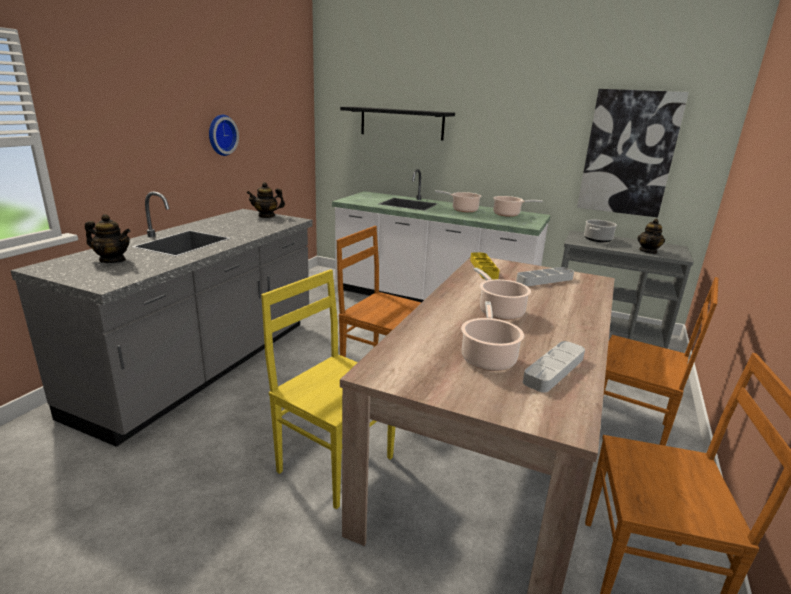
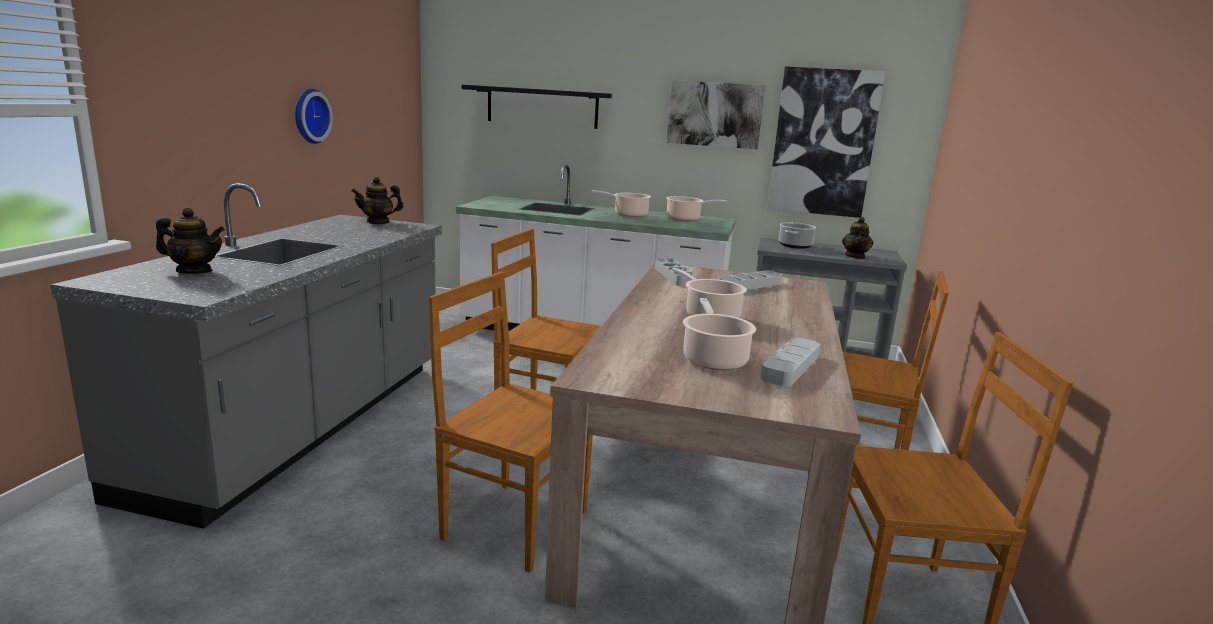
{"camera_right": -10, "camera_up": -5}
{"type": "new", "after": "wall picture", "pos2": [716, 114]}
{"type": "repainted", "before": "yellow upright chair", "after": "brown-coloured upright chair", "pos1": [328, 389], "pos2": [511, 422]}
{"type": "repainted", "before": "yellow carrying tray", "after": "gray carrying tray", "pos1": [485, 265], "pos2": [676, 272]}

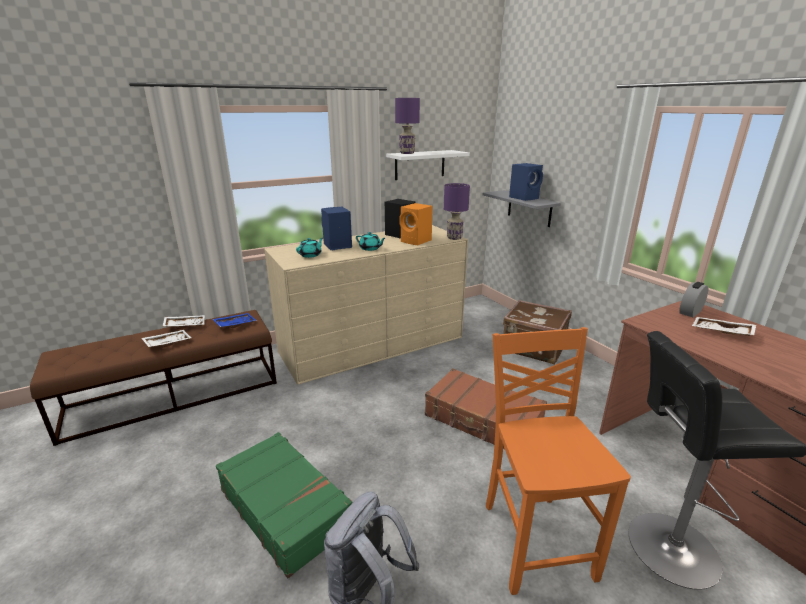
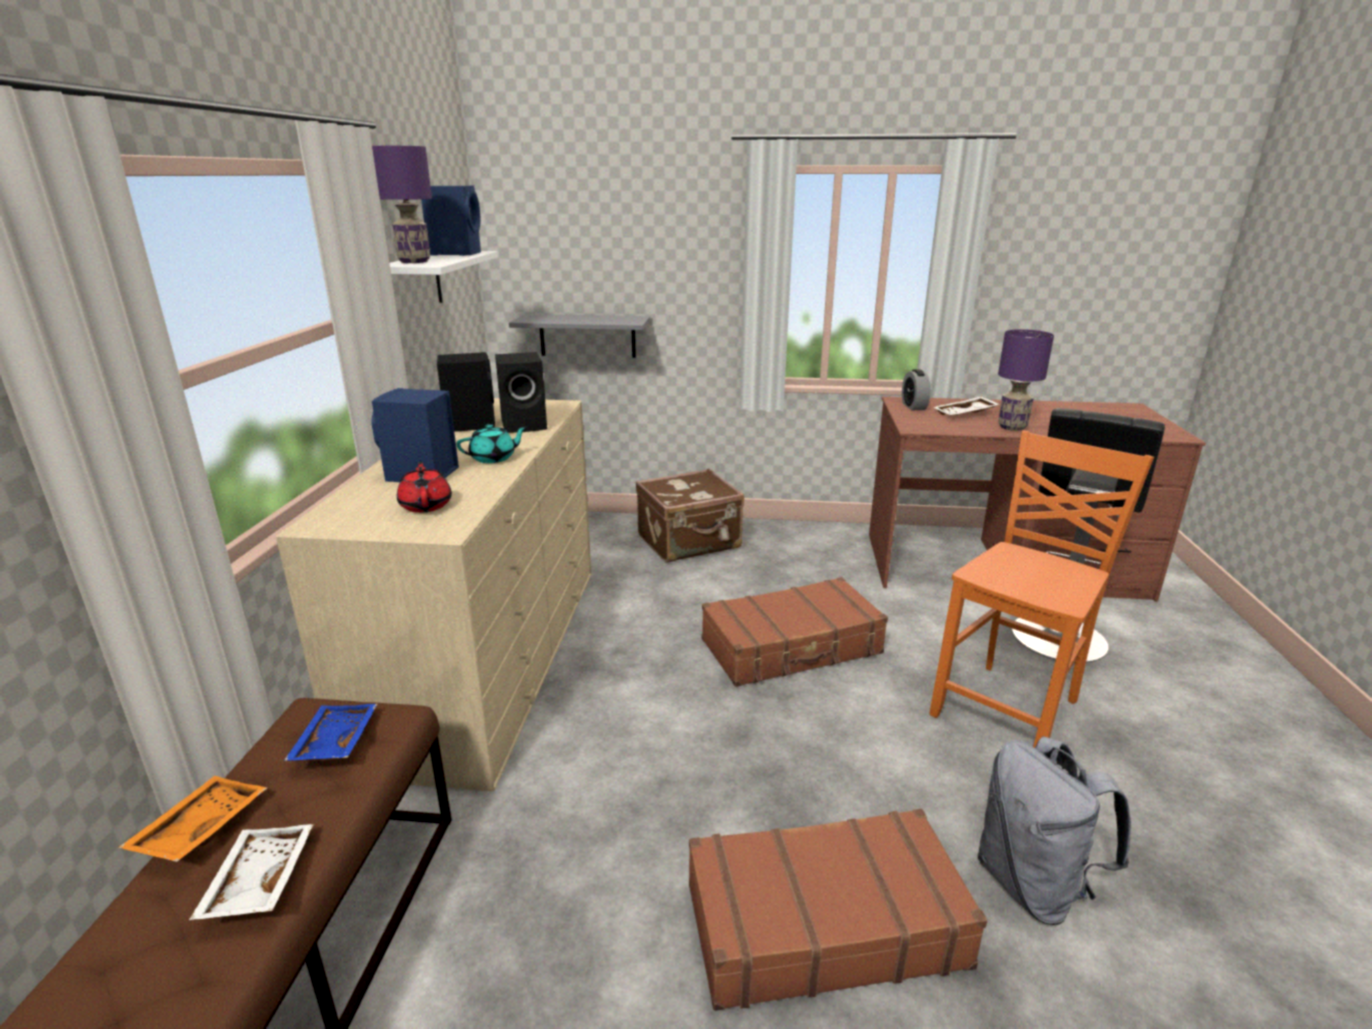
{"camera_right": -55, "camera_up": 0}
{"type": "shifted", "before": "purple lamp for a table", "pos1": [457, 211], "pos2": [1026, 380]}
{"type": "shifted", "before": "blue-coloured loudspeaker", "pos1": [526, 182], "pos2": [451, 221]}
{"type": "repainted", "before": "white carrying tray", "after": "orange carrying tray", "pos1": [184, 322], "pos2": [192, 819]}
{"type": "repainted", "before": "green suitcase", "after": "brown-coloured suitcase", "pos1": [284, 505], "pos2": [838, 910]}
{"type": "repainted", "before": "turquoise tea pot", "after": "reddish tea pot", "pos1": [309, 248], "pos2": [424, 487]}
{"type": "repainted", "before": "orange loudspeaker", "after": "black-coloured loudspeaker", "pos1": [416, 224], "pos2": [521, 392]}
{"type": "rotated", "before": "orange upright chair", "pos1": [558, 461], "pos2": [1042, 589], "turn": 105}

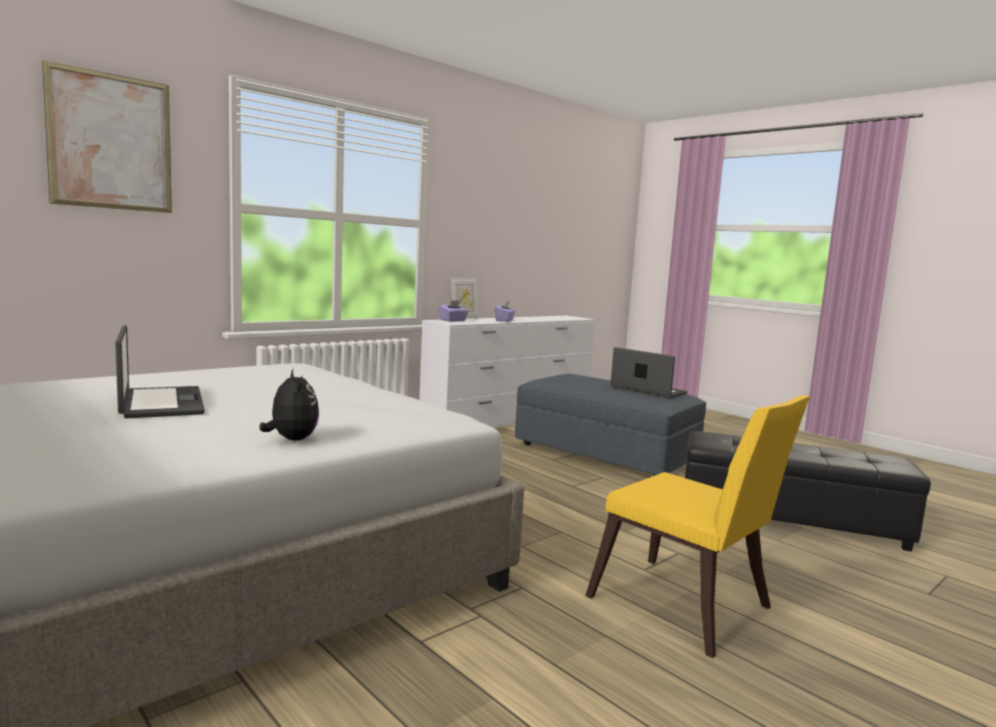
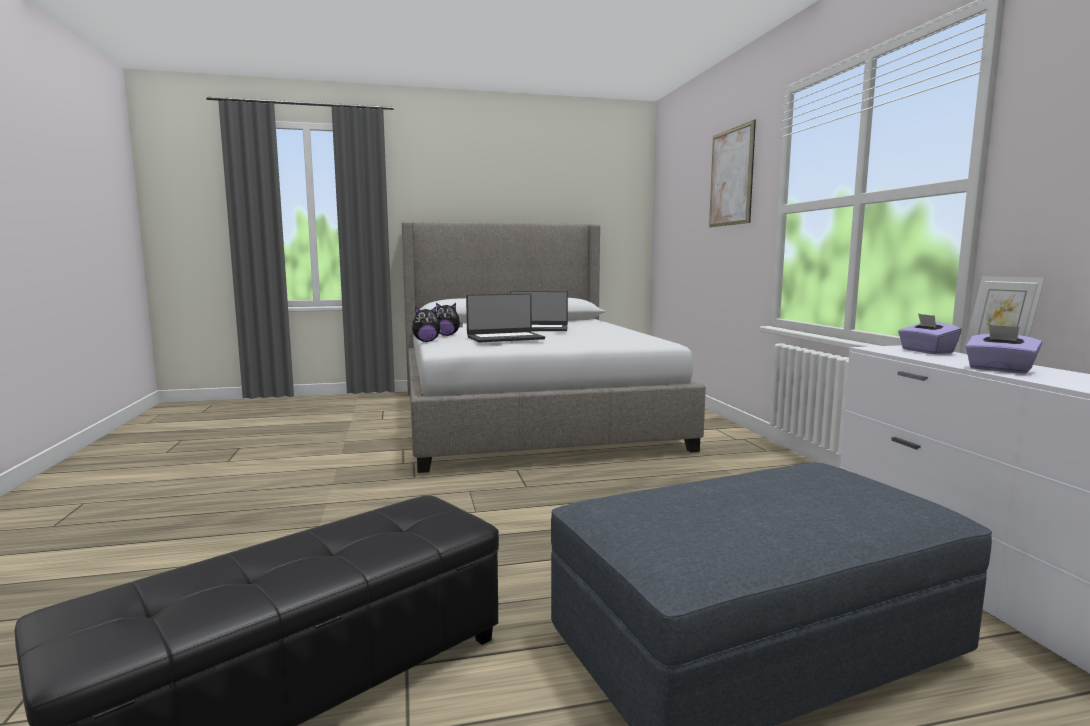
{"camera_right": 120, "camera_up": 0}
{"type": "gone", "before": "yellow upright chair", "pos1": [697, 526]}
{"type": "new", "after": "cuddly toy", "pos2": [426, 324]}
{"type": "shifted", "before": "portable computer", "pos1": [649, 372], "pos2": [505, 317]}

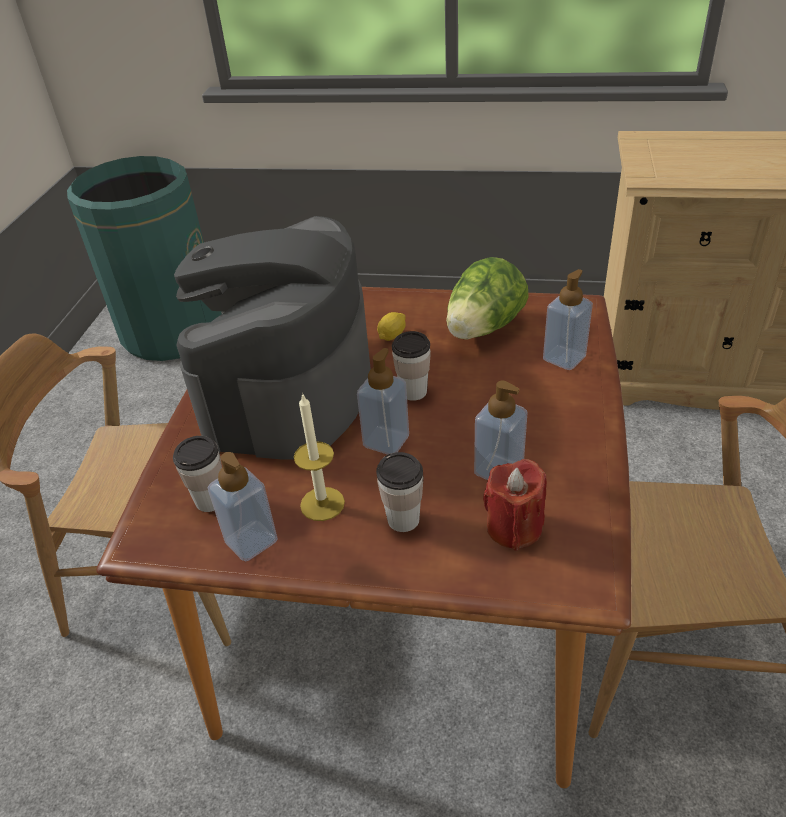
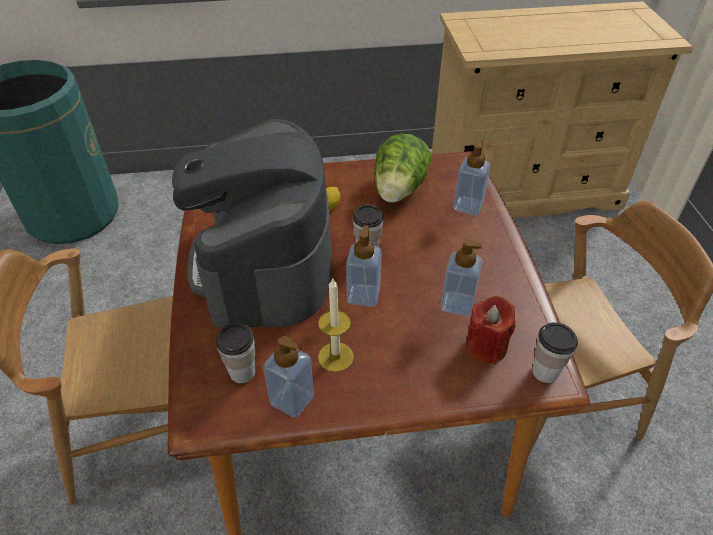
{"camera_right": -20, "camera_up": 5}
{"type": "shifted", "before": "cup", "pos1": [399, 492], "pos2": [555, 352]}

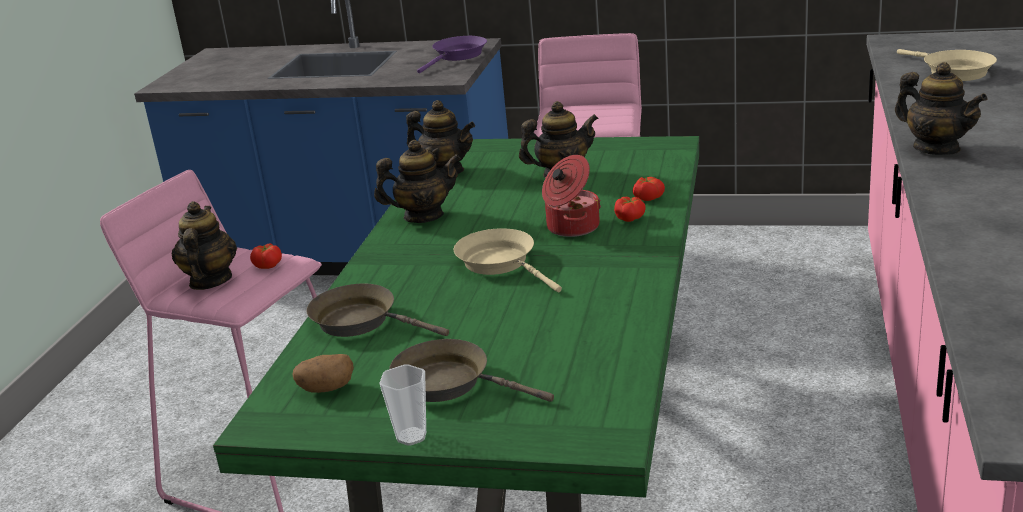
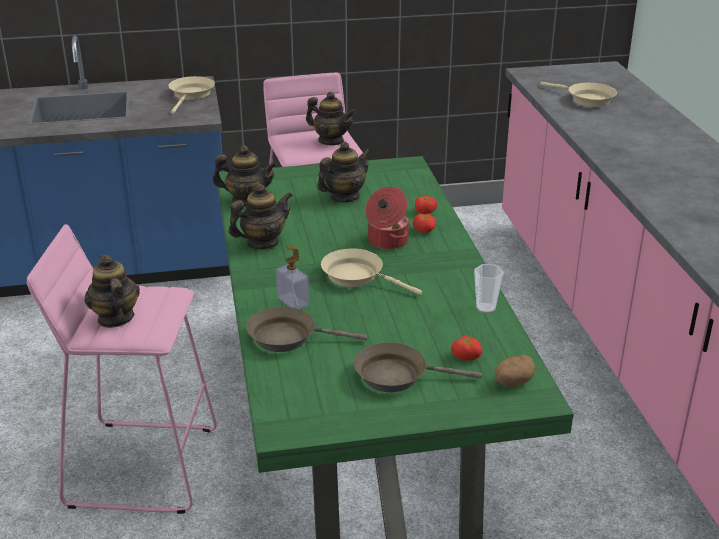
{"camera_right": -25, "camera_up": 5}
{"type": "new", "after": "liquid soap bottle", "pos2": [292, 277]}
{"type": "shifted", "before": "whole tomato", "pos1": [266, 256], "pos2": [467, 348]}
{"type": "shifted", "before": "whole potato", "pos1": [323, 373], "pos2": [514, 371]}
{"type": "shifted", "before": "cup", "pos1": [402, 404], "pos2": [489, 288]}
{"type": "shifted", "before": "tea pot", "pos1": [941, 108], "pos2": [331, 118]}
{"type": "repainted", "before": "purple pan", "after": "beige pan", "pos1": [452, 54], "pos2": [191, 95]}

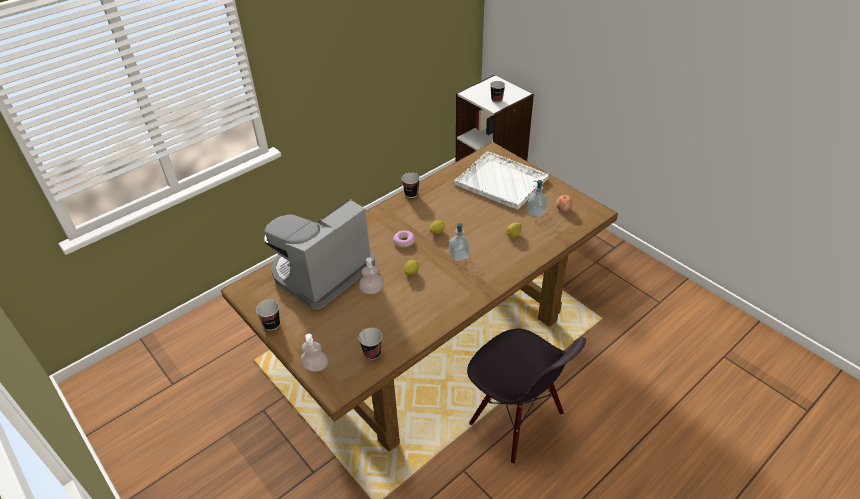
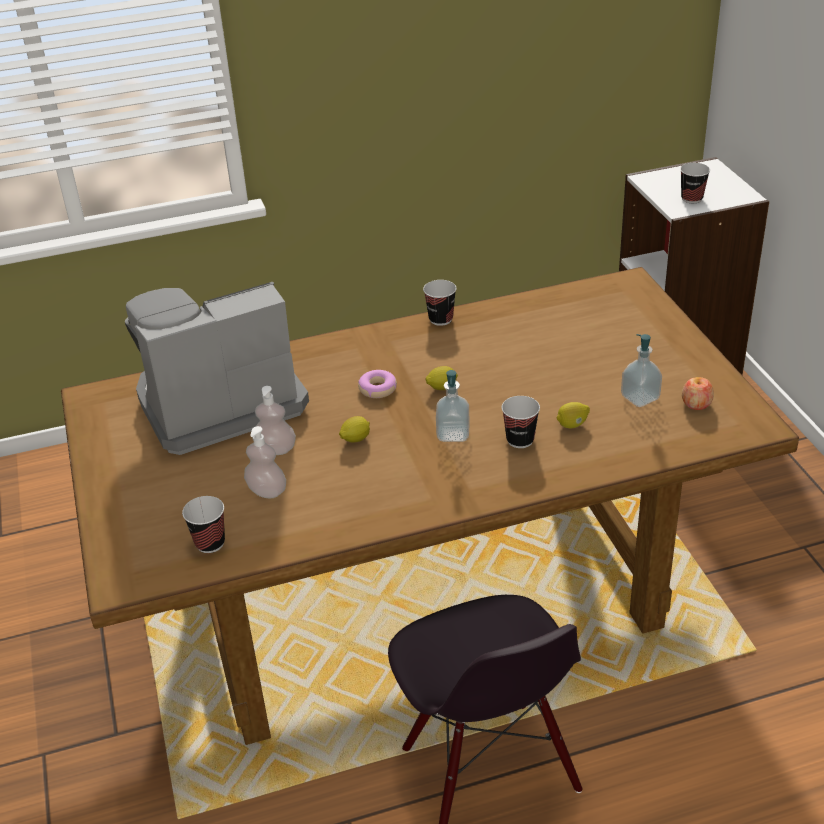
{"camera_right": 25, "camera_up": -5}
{"type": "gone", "before": "white carrying tray", "pos1": [501, 180]}
{"type": "shifted", "before": "cup", "pos1": [268, 315], "pos2": [521, 422]}
{"type": "shifted", "before": "liquid soap bottle", "pos1": [314, 353], "pos2": [265, 462]}

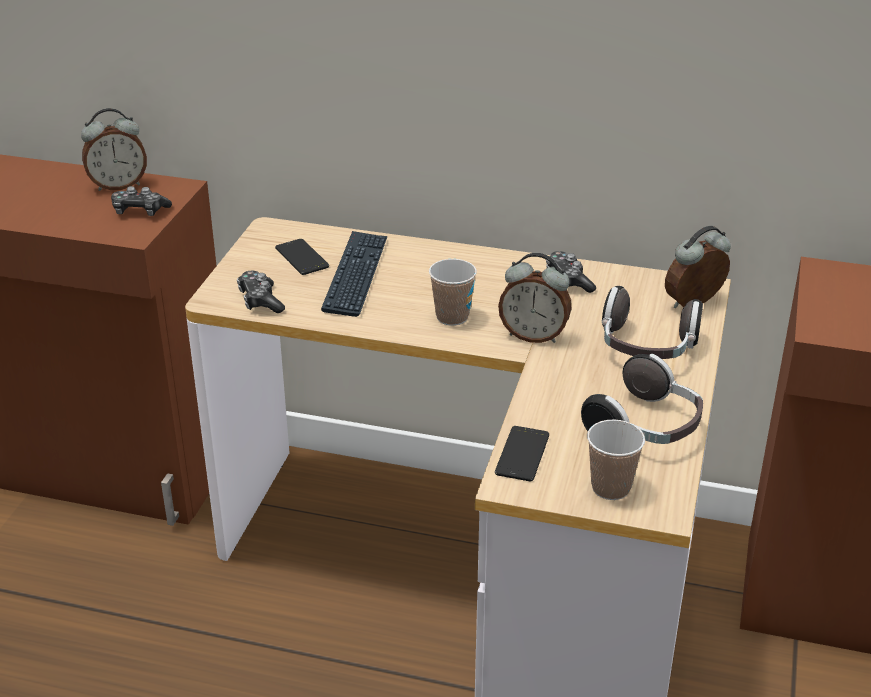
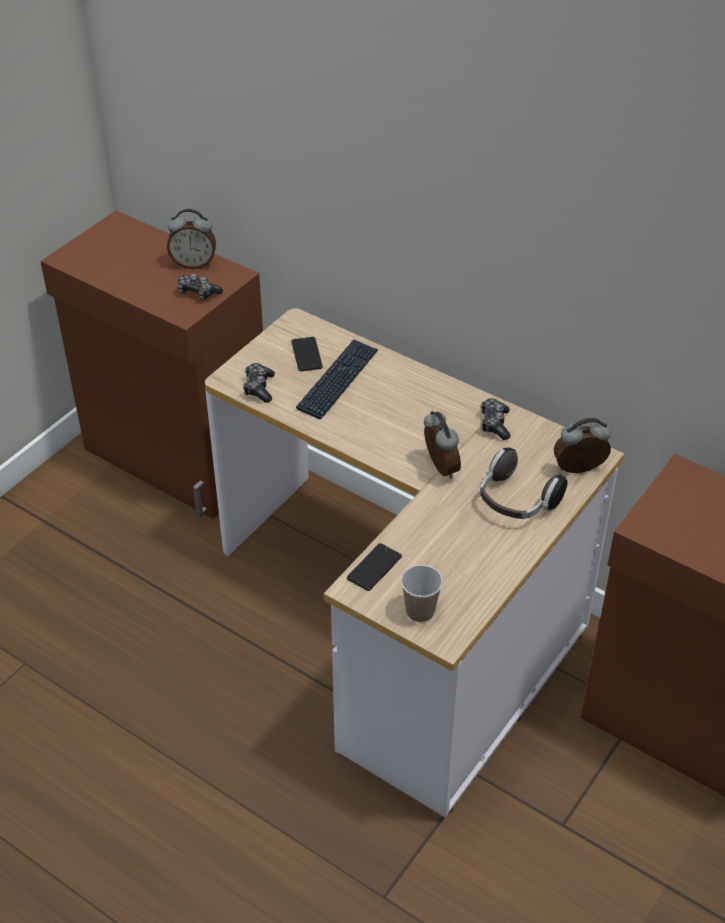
{"camera_right": 20, "camera_up": 10}
{"type": "gone", "before": "cup", "pos1": [453, 292]}
{"type": "gone", "before": "headset", "pos1": [642, 399]}
{"type": "rotated", "before": "alarm clock", "pos1": [535, 298], "pos2": [442, 445], "turn": -150}

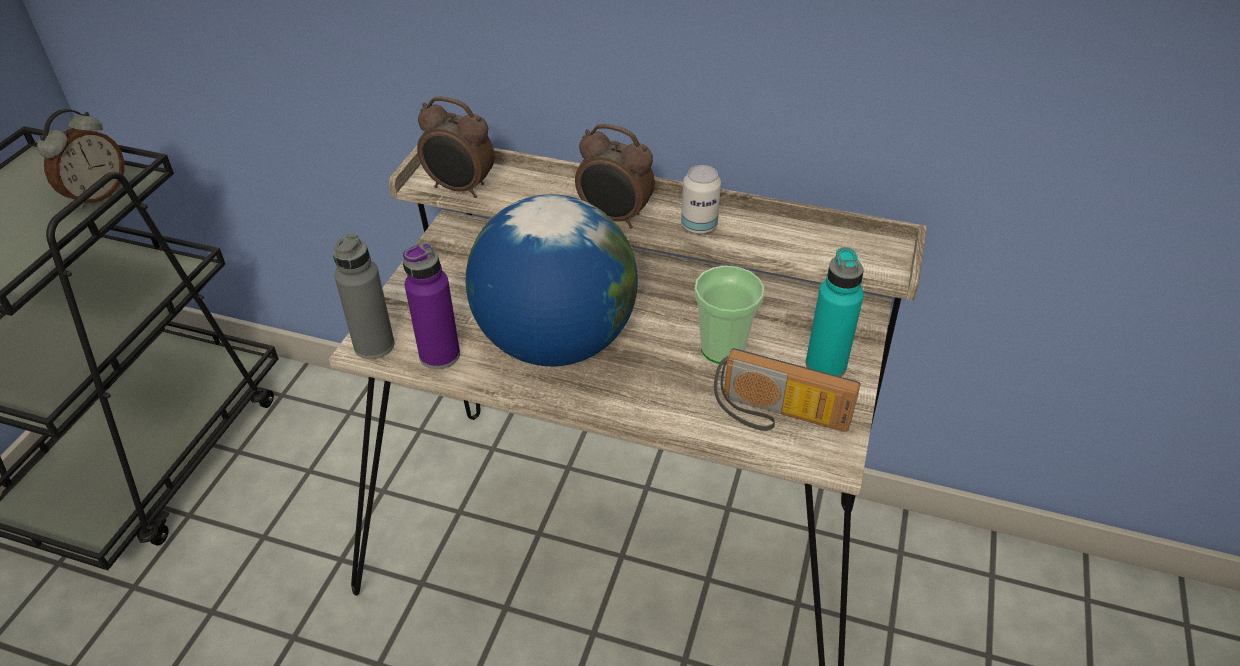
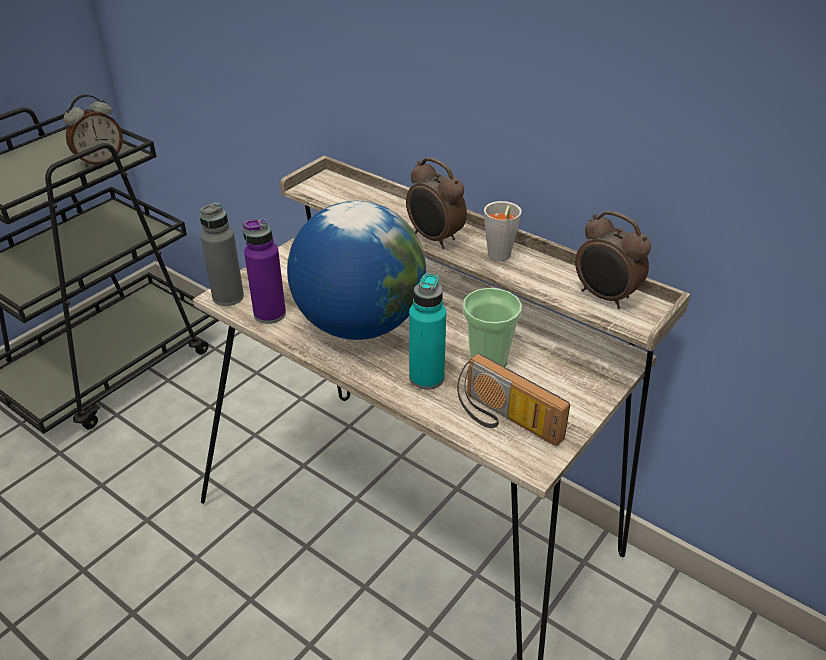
{"camera_right": 20, "camera_up": -5}
{"type": "shifted", "before": "alarm clock", "pos1": [456, 147], "pos2": [613, 260]}
{"type": "shifted", "before": "turquoise bottle", "pos1": [835, 312], "pos2": [427, 331]}
{"type": "swapped", "before": "can", "after": "gray cup", "pos1": [701, 199], "pos2": [503, 231]}

